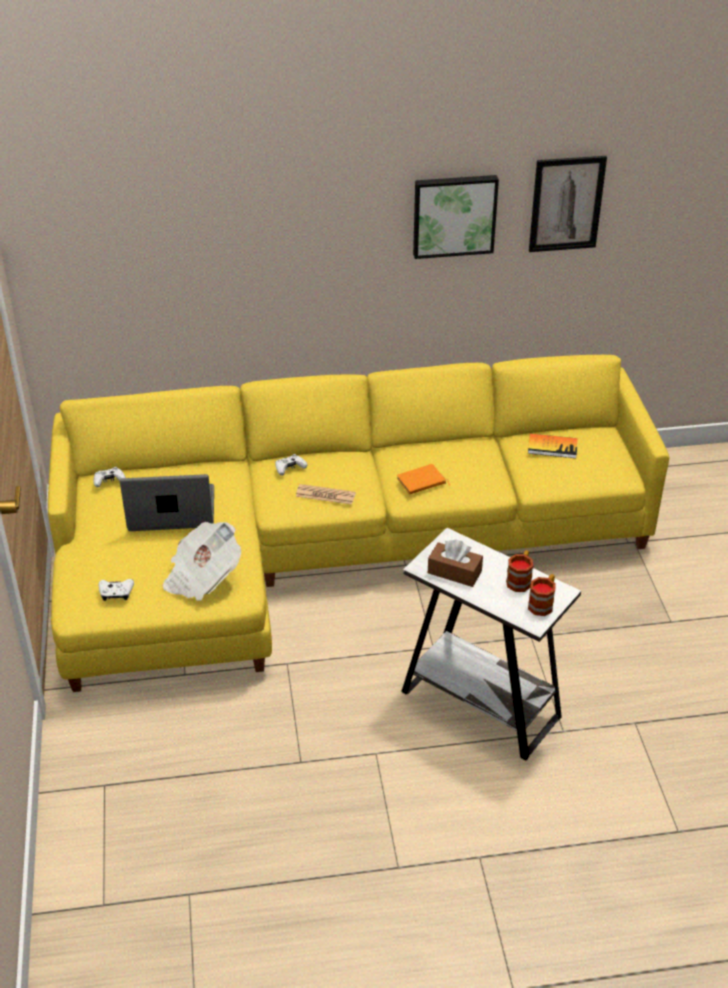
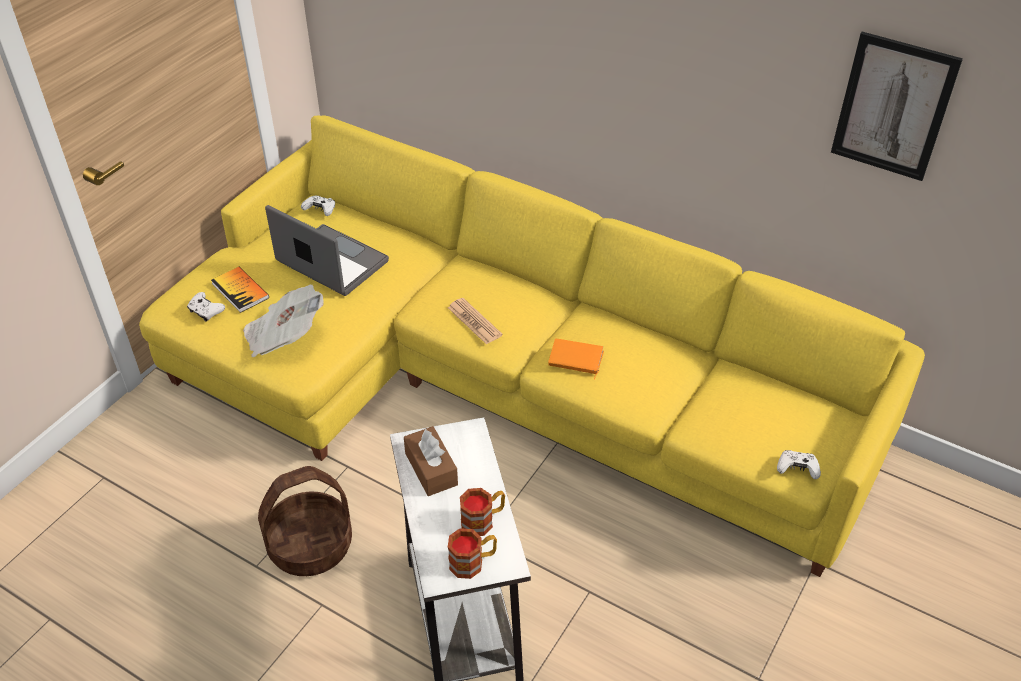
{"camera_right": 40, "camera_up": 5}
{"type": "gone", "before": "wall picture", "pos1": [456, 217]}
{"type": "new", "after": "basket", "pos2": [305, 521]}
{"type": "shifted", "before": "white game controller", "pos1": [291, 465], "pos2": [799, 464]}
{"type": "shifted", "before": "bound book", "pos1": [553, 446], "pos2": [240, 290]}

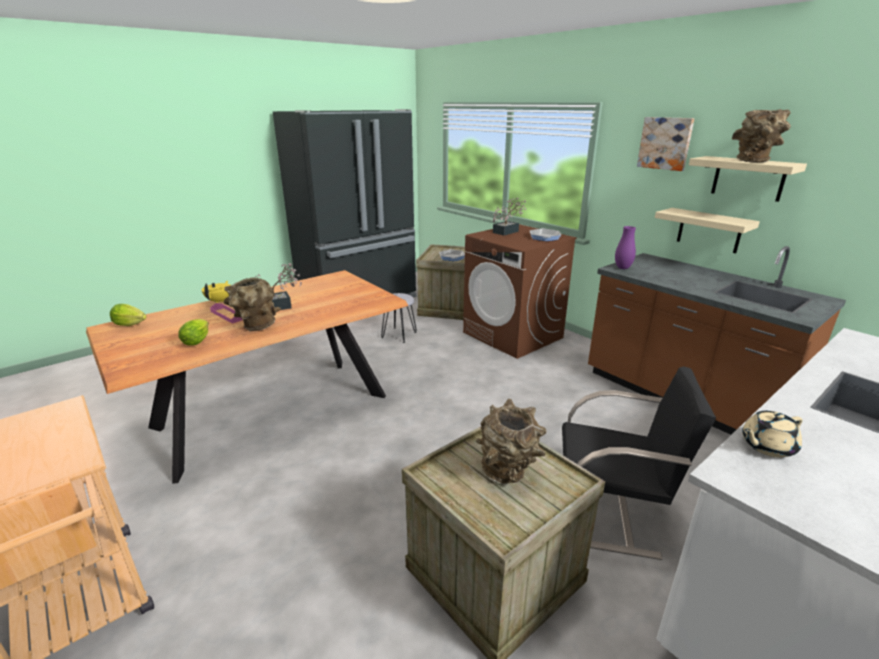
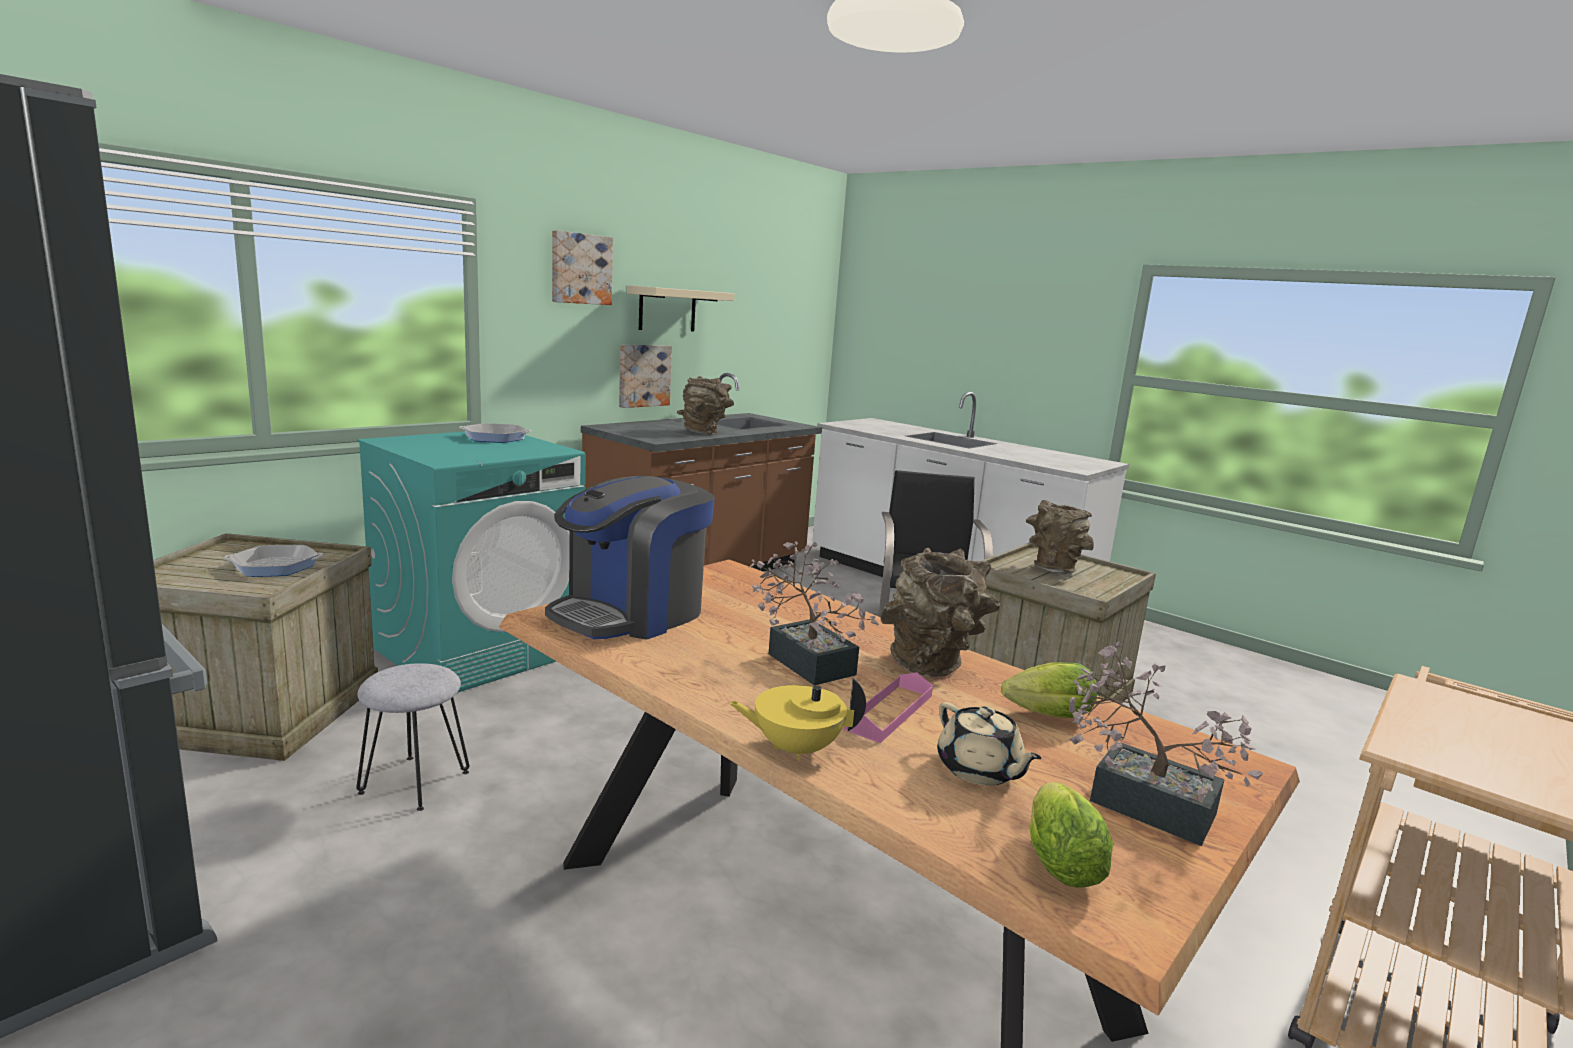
{"camera_right": -100, "camera_up": -10}
{"type": "gone", "before": "purple vase", "pos1": [625, 247]}
{"type": "new", "after": "coffee machine", "pos2": [630, 558]}
{"type": "shifted", "before": "houseplant", "pos1": [510, 216], "pos2": [1166, 744]}
{"type": "shifted", "before": "brown-coloured vase", "pos1": [761, 136], "pos2": [705, 405]}
{"type": "shifted", "before": "beige tea pot", "pos1": [772, 434], "pos2": [989, 744]}
{"type": "swapped", "before": "beige shelf", "after": "wall picture", "pos1": [707, 230], "pos2": [645, 376]}
{"type": "repainted", "before": "brown-coloured washing machine", "after": "turquoise washing machine", "pos1": [520, 291], "pos2": [471, 562]}

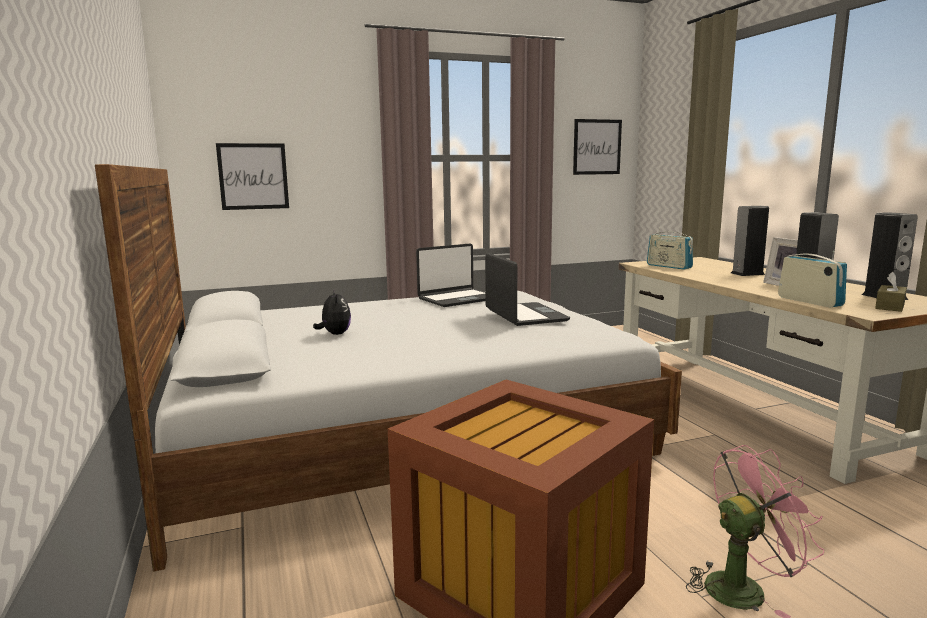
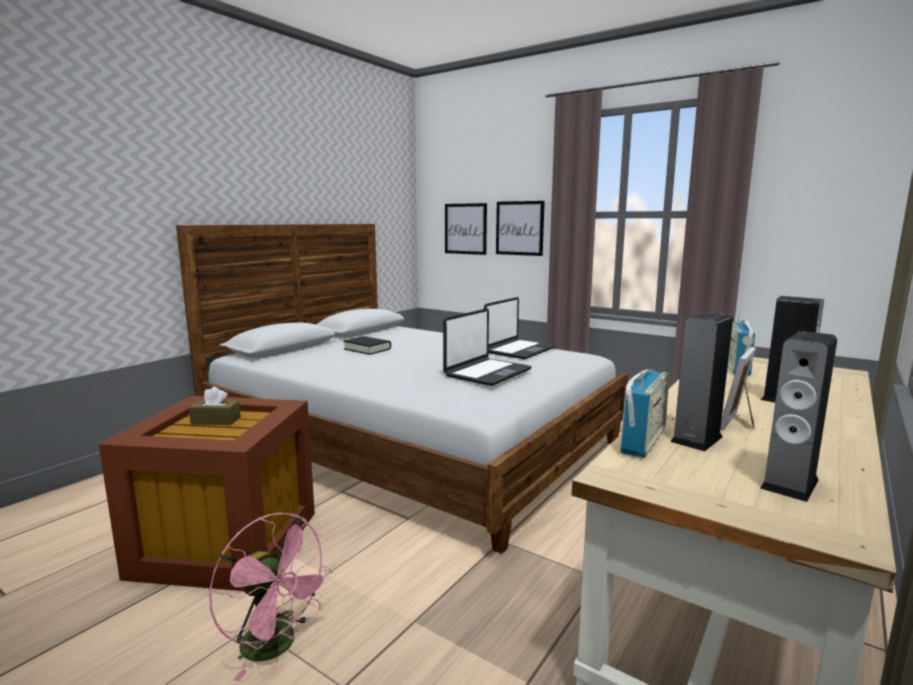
{"camera_right": 55, "camera_up": 0}
{"type": "shifted", "before": "wall picture", "pos1": [597, 147], "pos2": [520, 228]}
{"type": "shifted", "before": "brown-coloured tissue box", "pos1": [891, 292], "pos2": [215, 406]}
{"type": "swapped", "before": "cuddly toy", "after": "black-coloured bound book", "pos1": [332, 312], "pos2": [367, 345]}
{"type": "rotated", "before": "portable computer", "pos1": [451, 275], "pos2": [520, 328], "turn": -75}

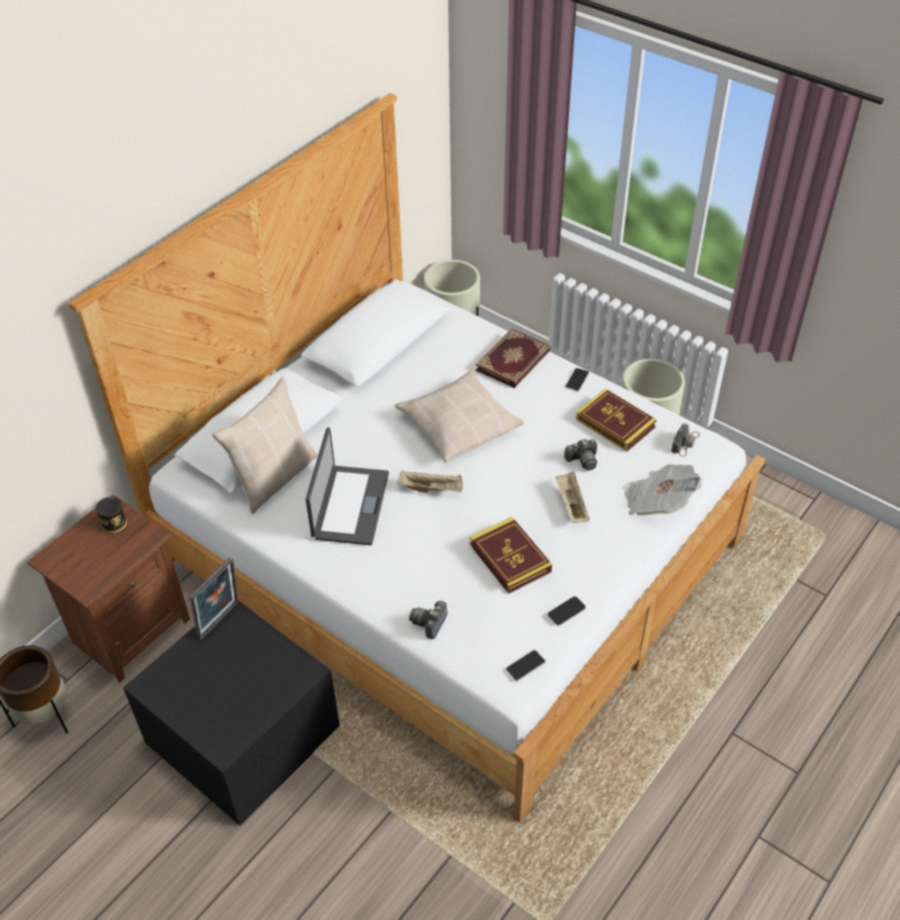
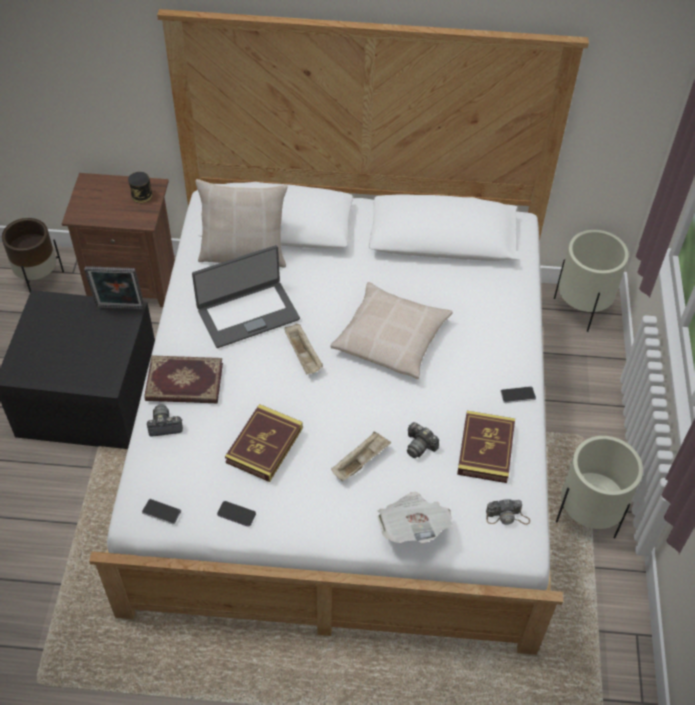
{"camera_right": 55, "camera_up": 5}
{"type": "shifted", "before": "bound book", "pos1": [513, 358], "pos2": [183, 379]}

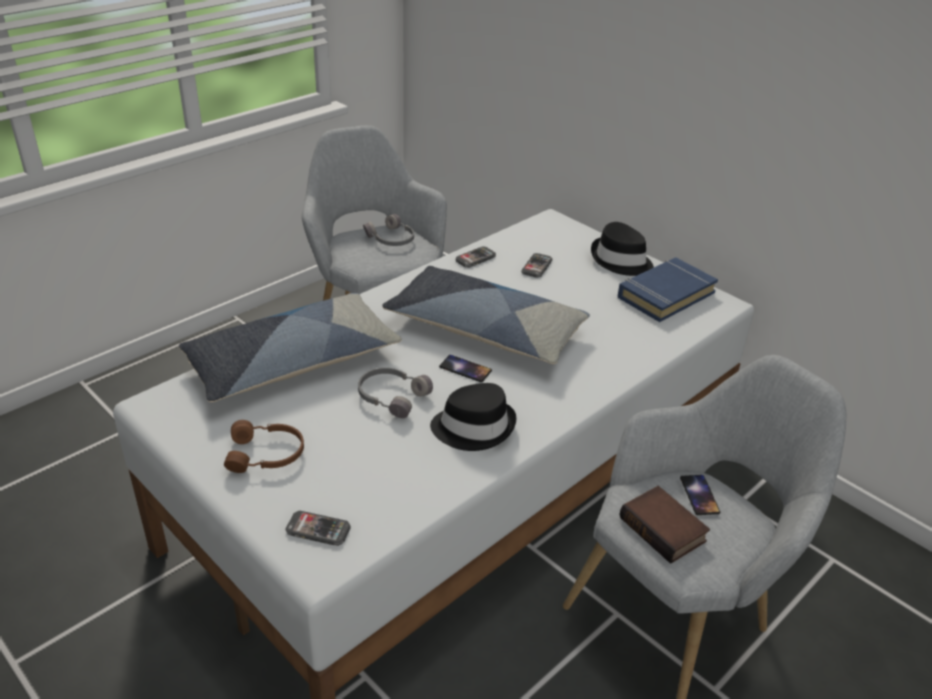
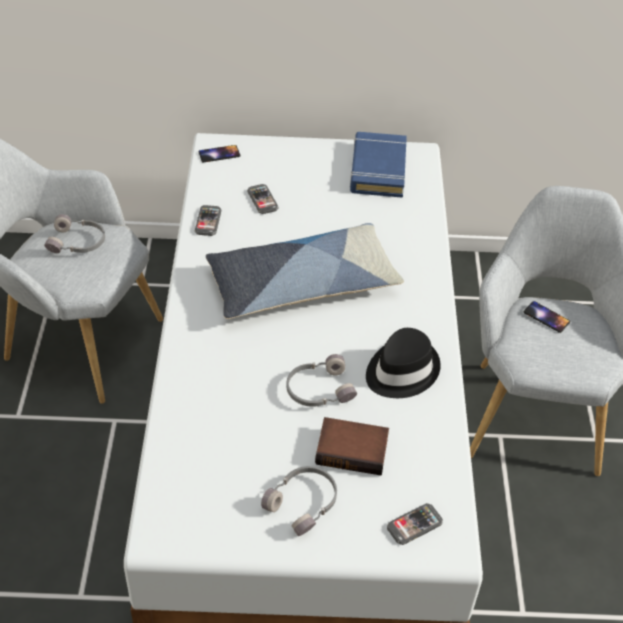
{"camera_right": -45, "camera_up": 10}
{"type": "gone", "before": "throw pillow", "pos1": [290, 347]}
{"type": "gone", "before": "black-coloured clothing hat", "pos1": [622, 249]}
{"type": "shifted", "before": "telephone", "pos1": [465, 368], "pos2": [219, 154]}
{"type": "shifted", "before": "bound book", "pos1": [664, 525], "pos2": [352, 446]}
{"type": "repainted", "before": "brown-coloured headset", "after": "gray headset", "pos1": [264, 446], "pos2": [299, 501]}

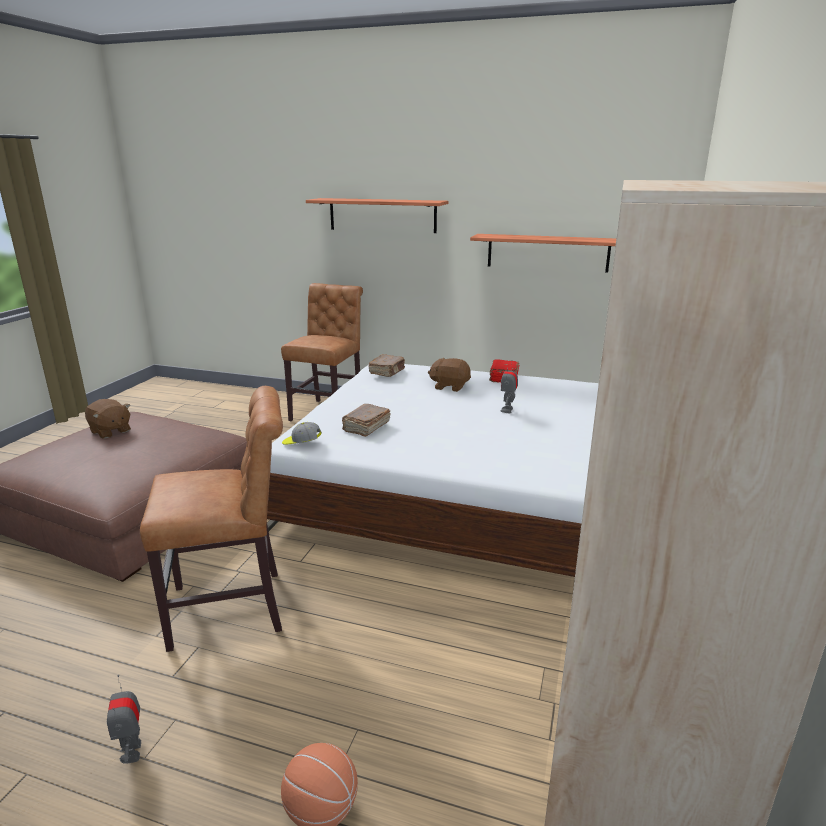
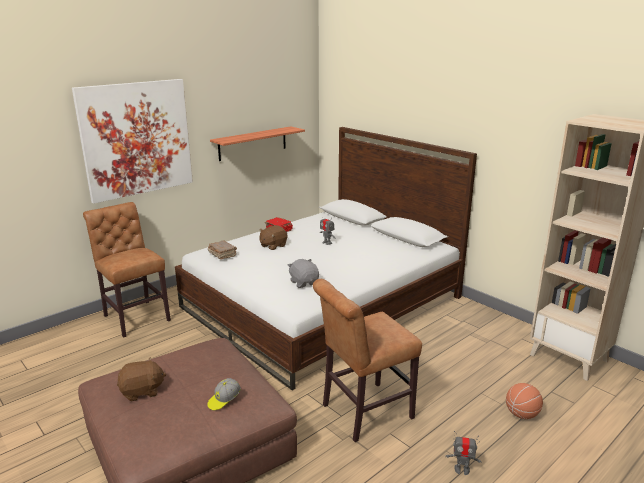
{"camera_right": -60, "camera_up": 0}
{"type": "shifted", "before": "cap", "pos1": [302, 433], "pos2": [224, 394]}
{"type": "swapped", "before": "shelf", "after": "wall picture", "pos1": [377, 215], "pos2": [132, 141]}
{"type": "swapped", "before": "brown-coloured bound book", "after": "gray cuddly toy", "pos1": [366, 420], "pos2": [303, 273]}
{"type": "rotated", "before": "brown-coloured upright chair", "pos1": [211, 519], "pos2": [367, 360], "turn": -135}

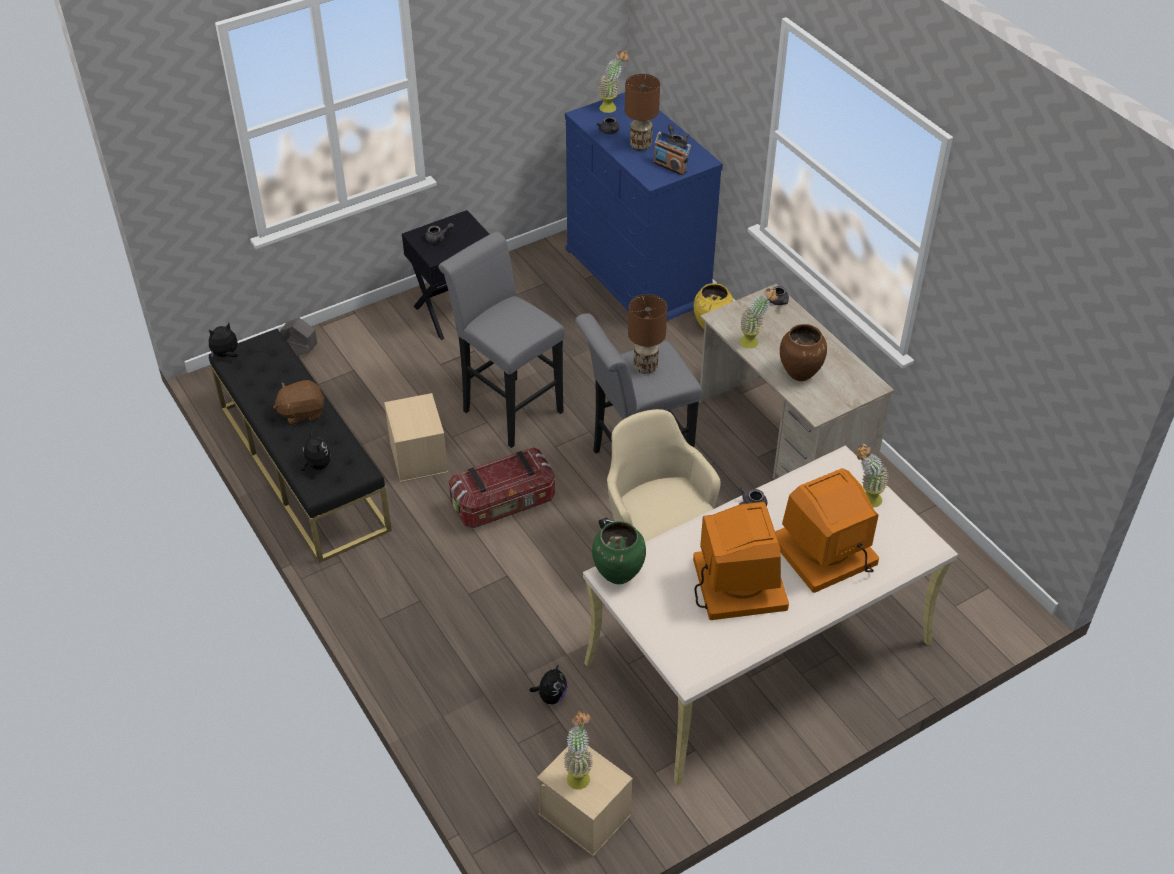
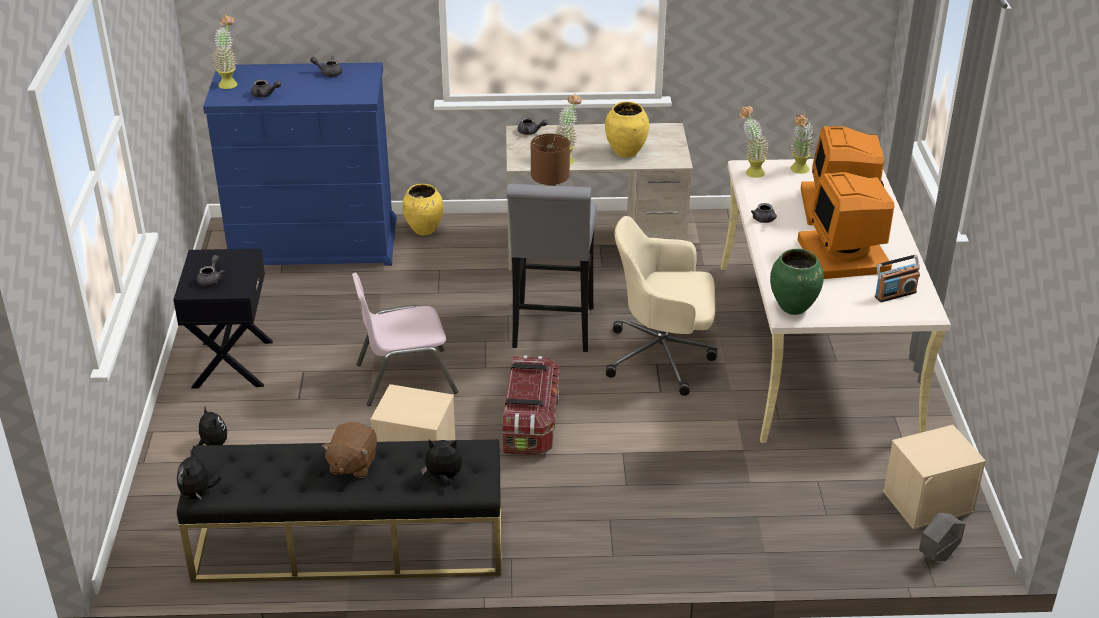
{"camera_right": -60, "camera_up": -10}
{"type": "gone", "before": "brown-coloured lamp for a table", "pos1": [642, 112]}
{"type": "shifted", "before": "gray plant pot", "pos1": [298, 337], "pos2": [942, 537]}
{"type": "shifted", "before": "cuddly toy", "pos1": [548, 684], "pos2": [211, 426]}
{"type": "shifted", "before": "houseplant", "pos1": [578, 750], "pos2": [754, 142]}
{"type": "shifted", "before": "radio", "pos1": [672, 153], "pos2": [897, 278]}
{"type": "swapped", "before": "gray sitting stool", "after": "pink upright chair", "pos1": [501, 339], "pos2": [405, 339]}
{"type": "repainted", "before": "brown-coloured vase", "after": "yellow vase", "pos1": [803, 352], "pos2": [627, 129]}
{"type": "rotated", "before": "computer display", "pos1": [741, 561], "pos2": [846, 225], "turn": -120}

